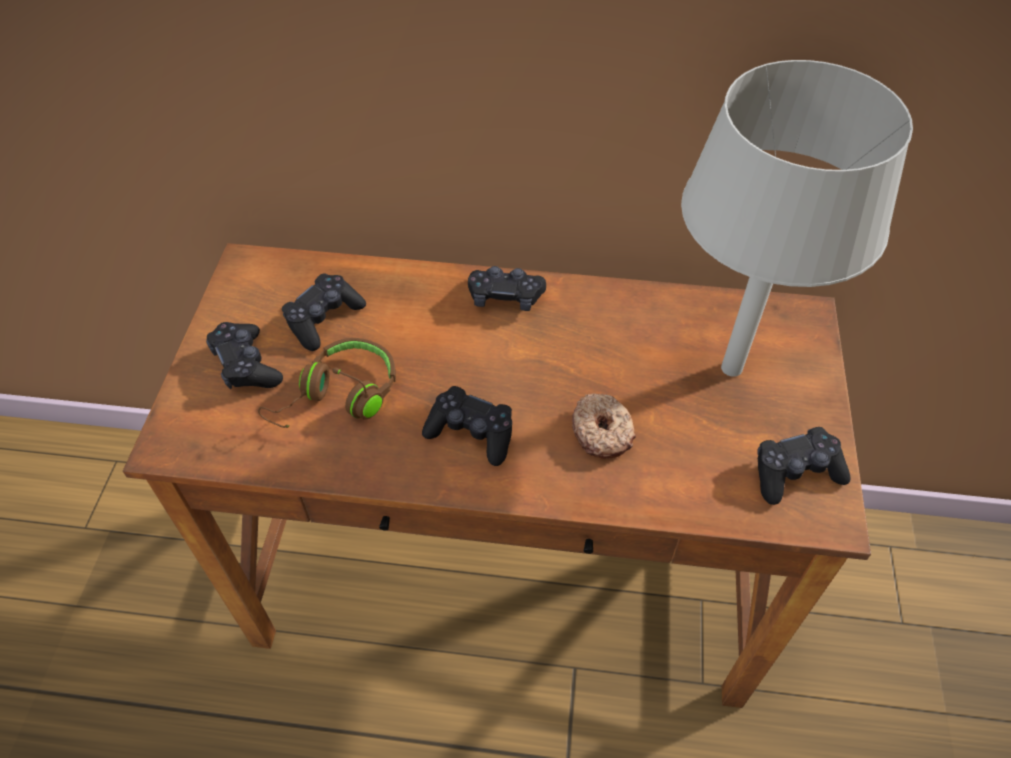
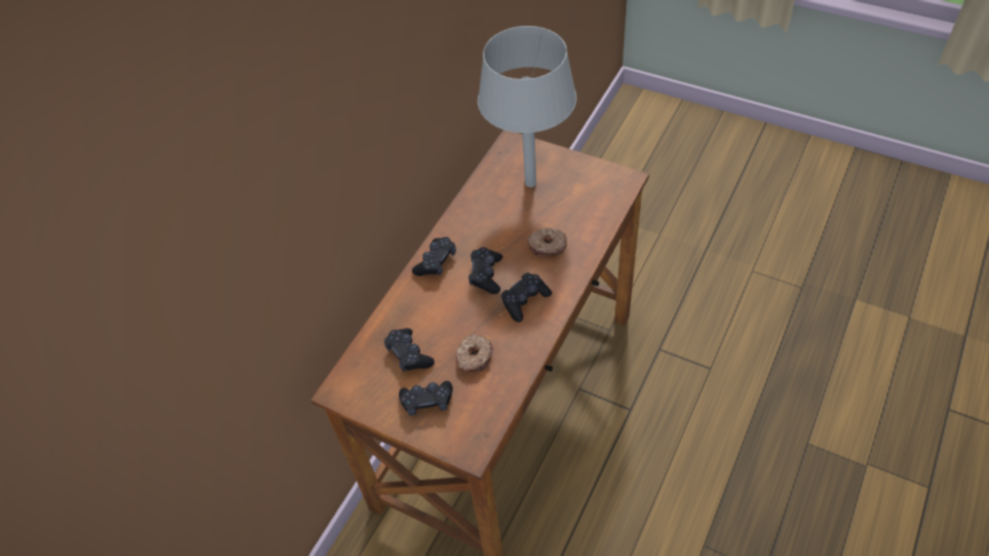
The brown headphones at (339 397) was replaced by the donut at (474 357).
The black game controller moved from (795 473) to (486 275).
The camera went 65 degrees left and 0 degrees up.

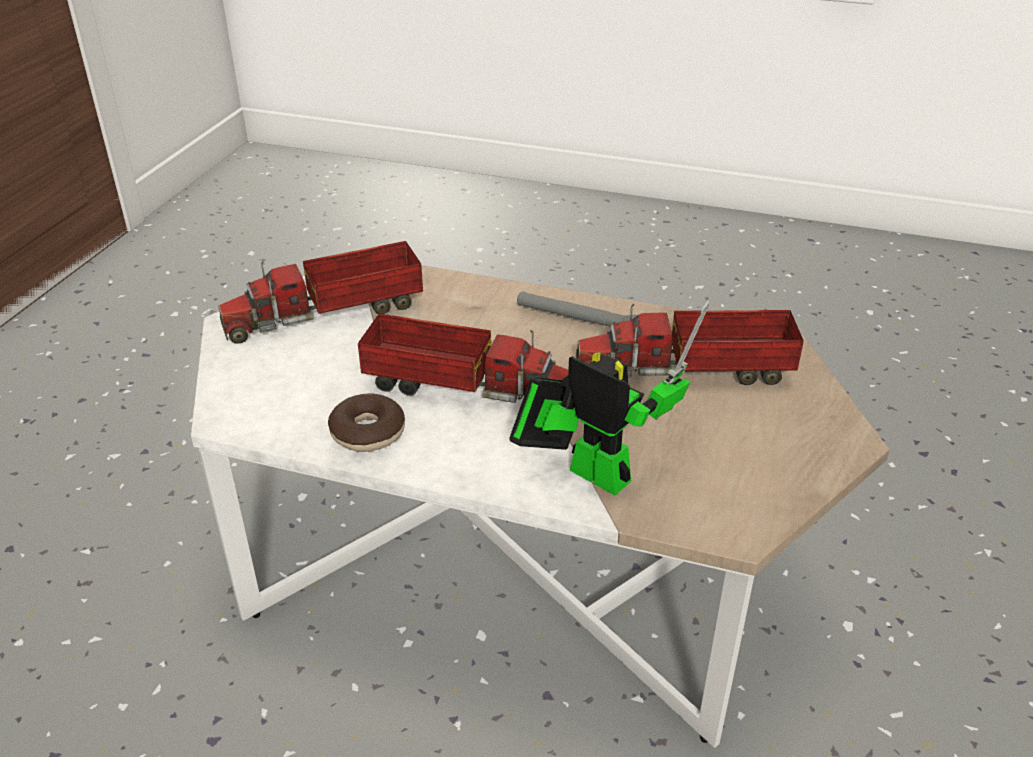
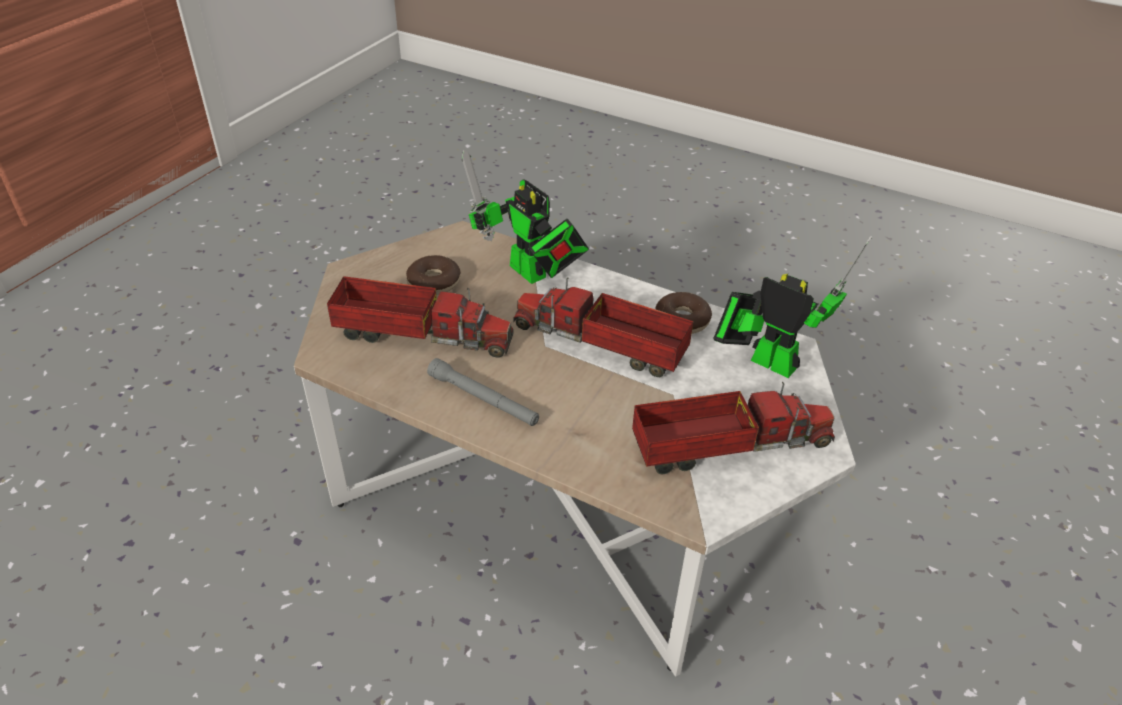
The donut at (434 283) appeared.
The toy robot at (767 360) appeared.
The camera went 170 degrees left and 5 degrees up.

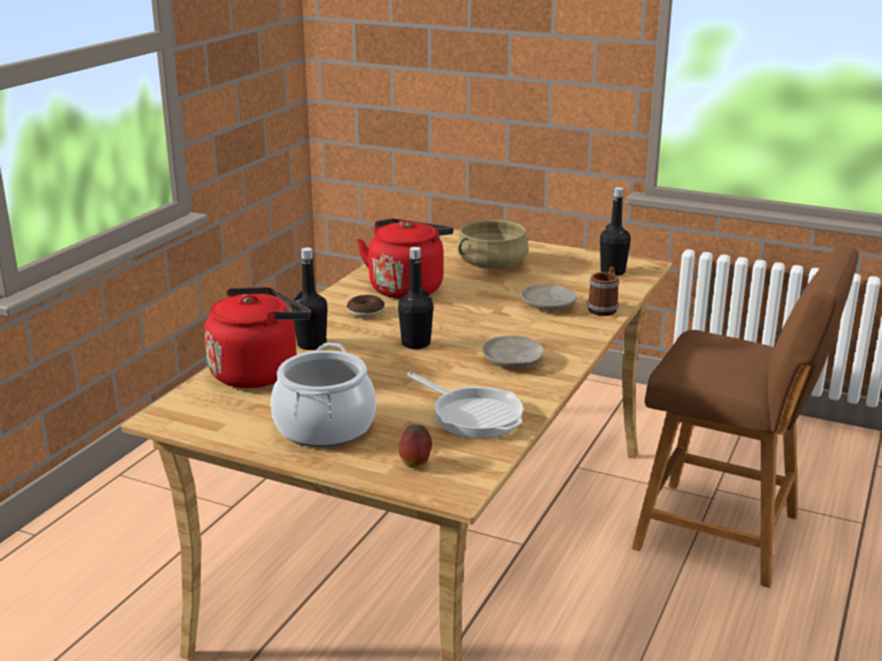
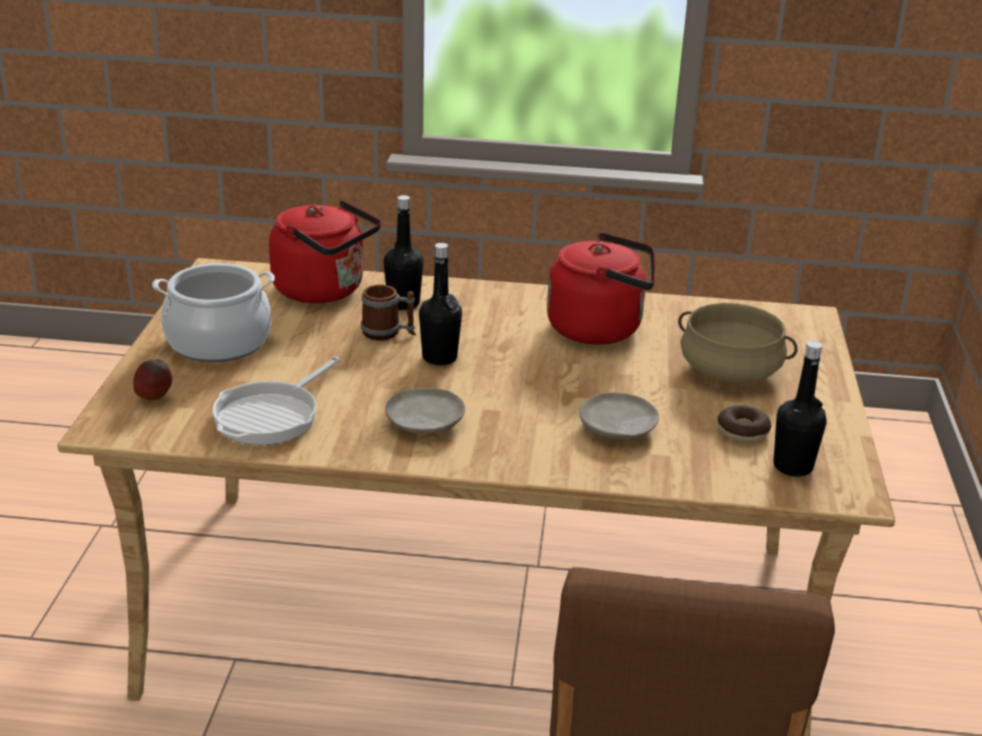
The donut moved from (365 312) to (742 431).
The mug moved from (604 308) to (388 333).
The camera went 70 degrees right and 5 degrees up.

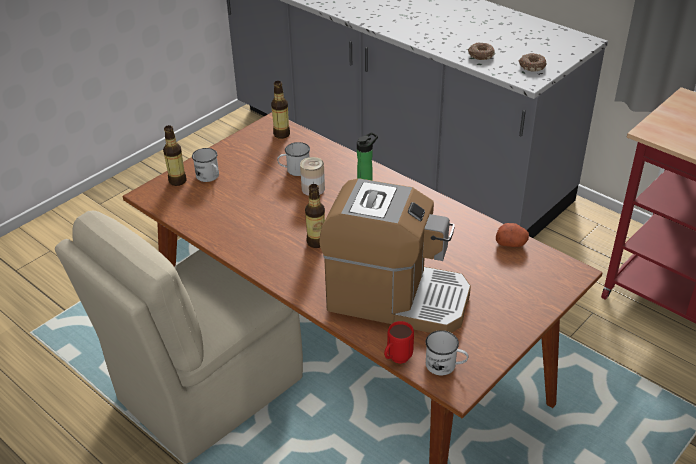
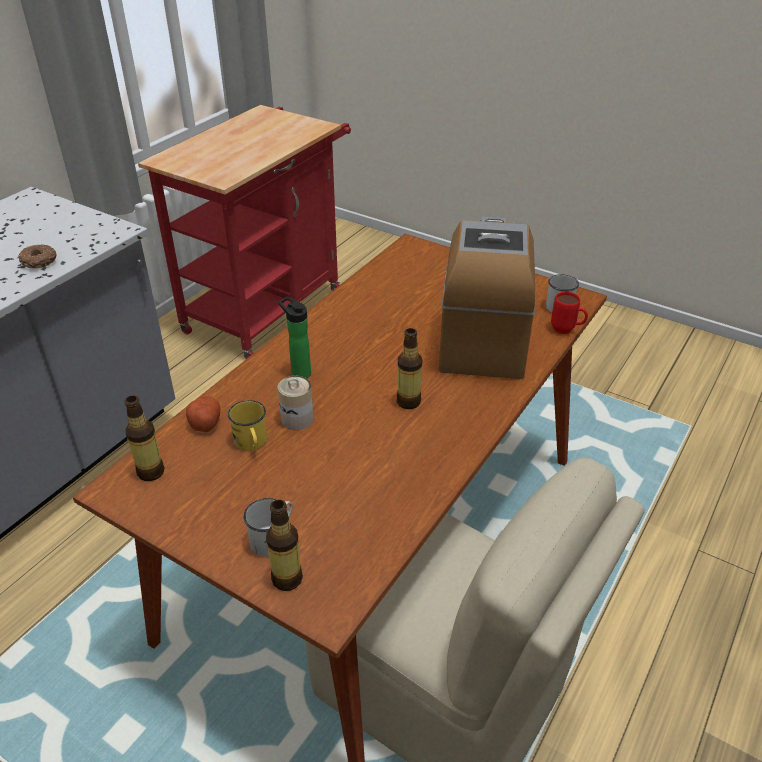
The white mug at (294 170) became the yellow mug at (252 443).
The potato moved from (511 243) to (205 422).
The donut at (531 66) disappeared.
The camera went 100 degrees left and 0 degrees up.

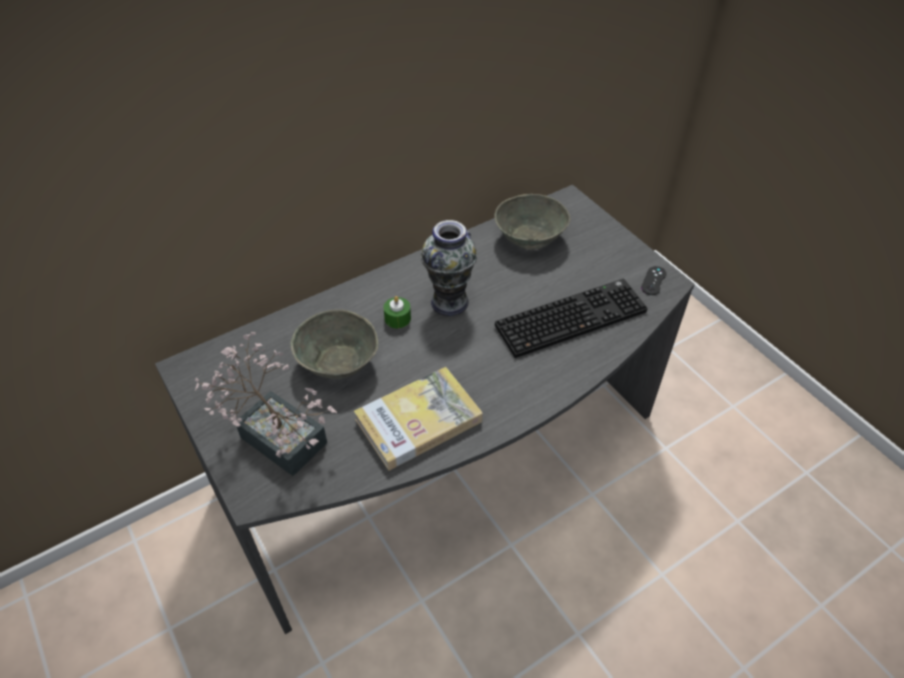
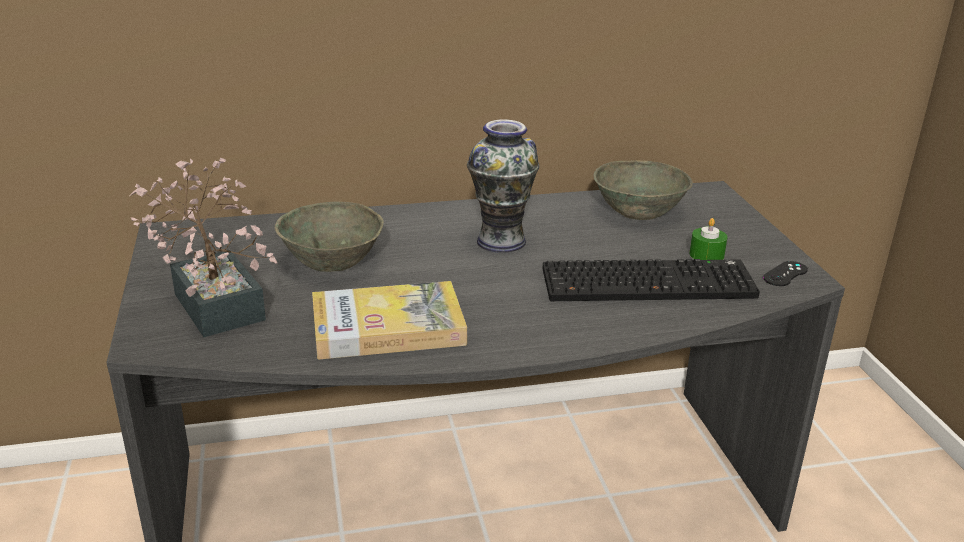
The green candle moved from (397 318) to (706 255).
The camera went 20 degrees right and 20 degrees down.

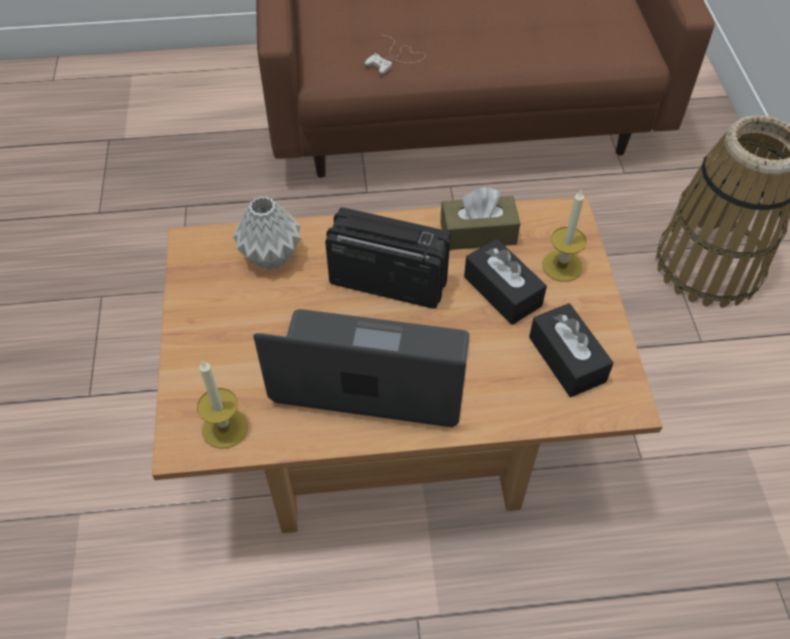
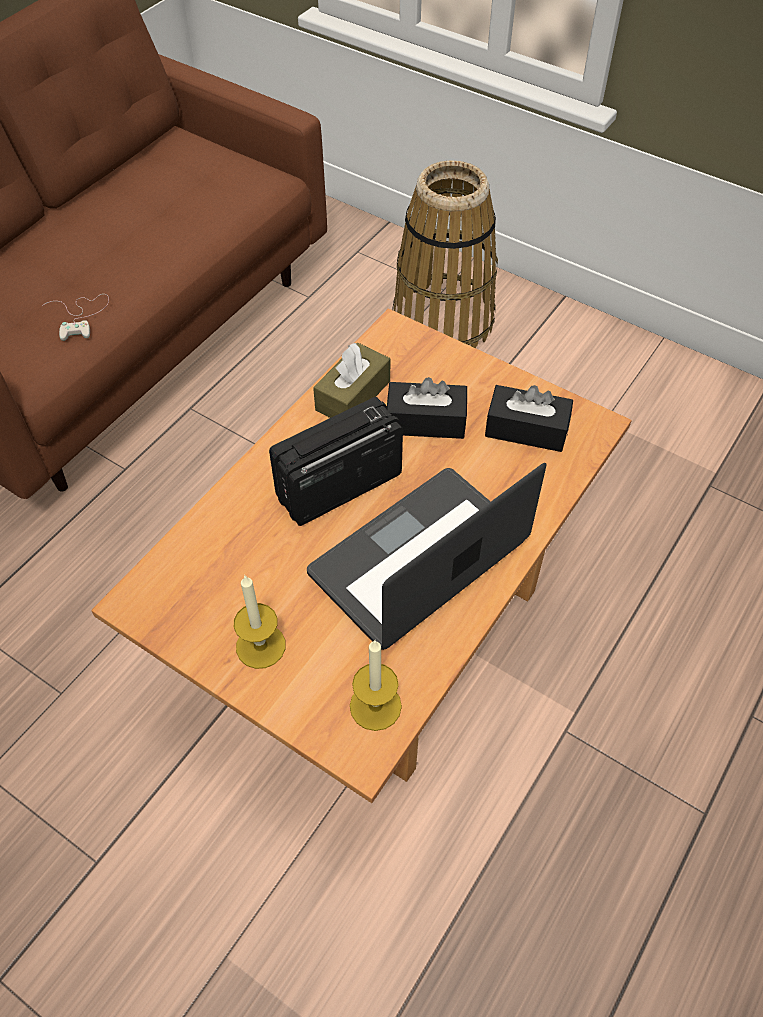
The grey vase at (272 256) disappeared.
The candle moved from (562 266) to (260 646).
The camera went 50 degrees left and 0 degrees up.

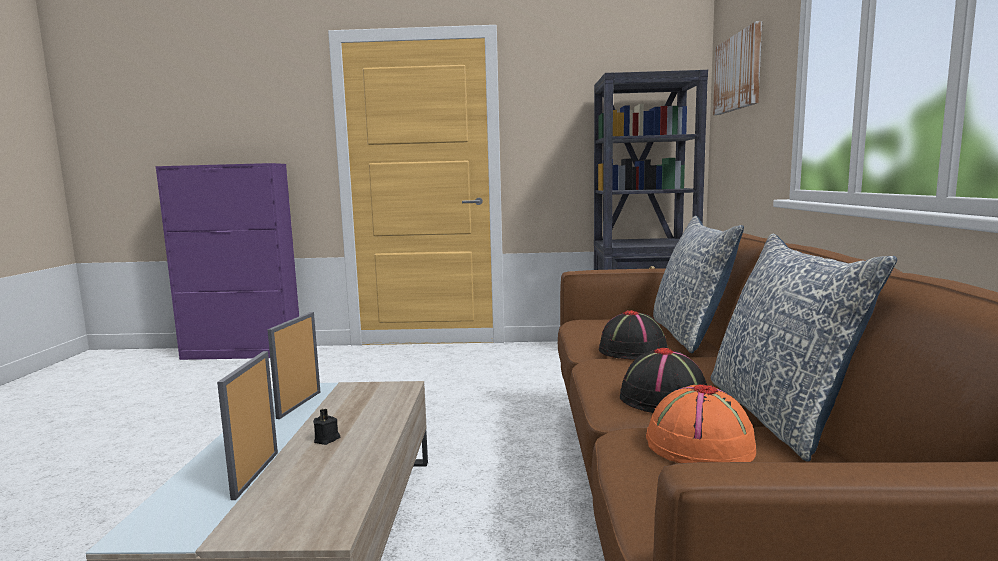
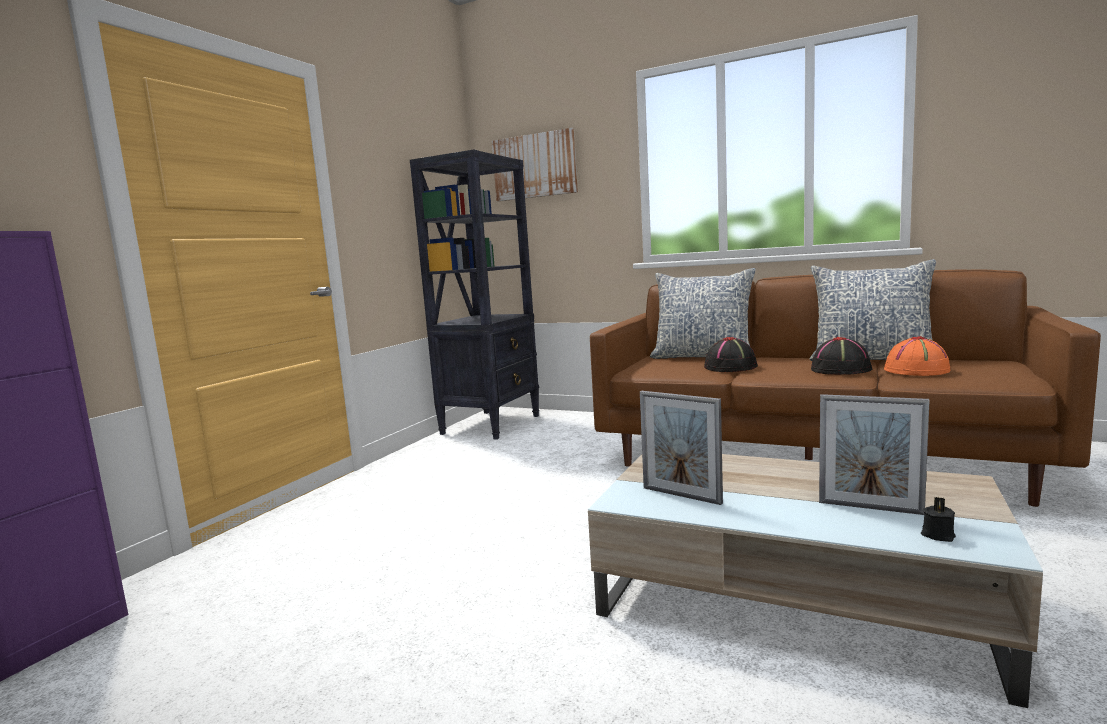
The black candle moved from (327 439) to (937 535).
The camera went 65 degrees left and 0 degrees up.

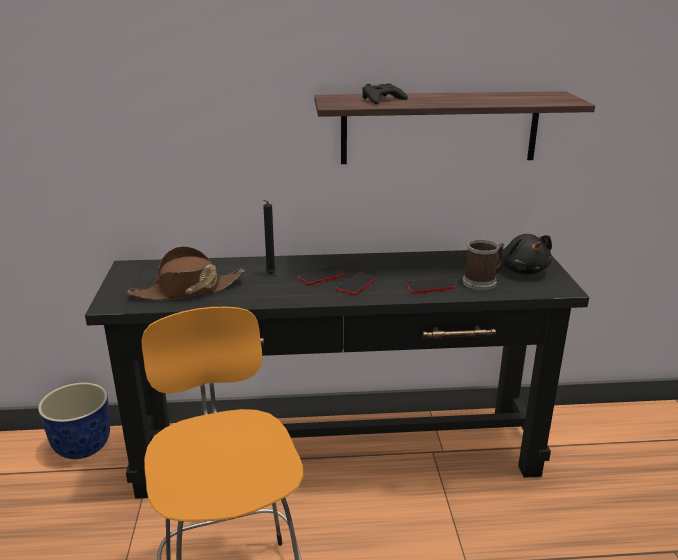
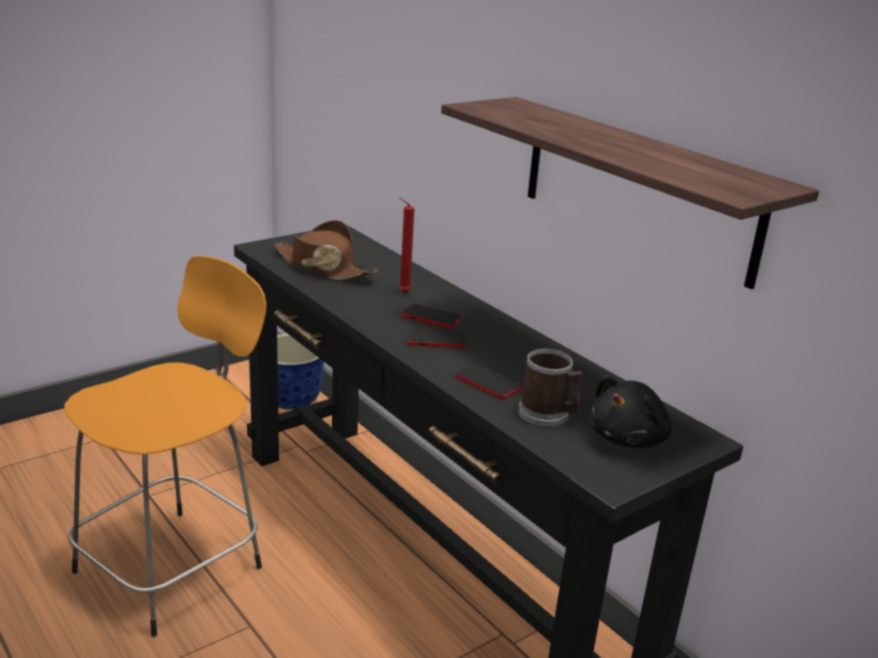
The black candle at (270 274) became the red candle at (402 292).
The black game controller at (382 99) disappeared.
The camera went 55 degrees right and 0 degrees up.

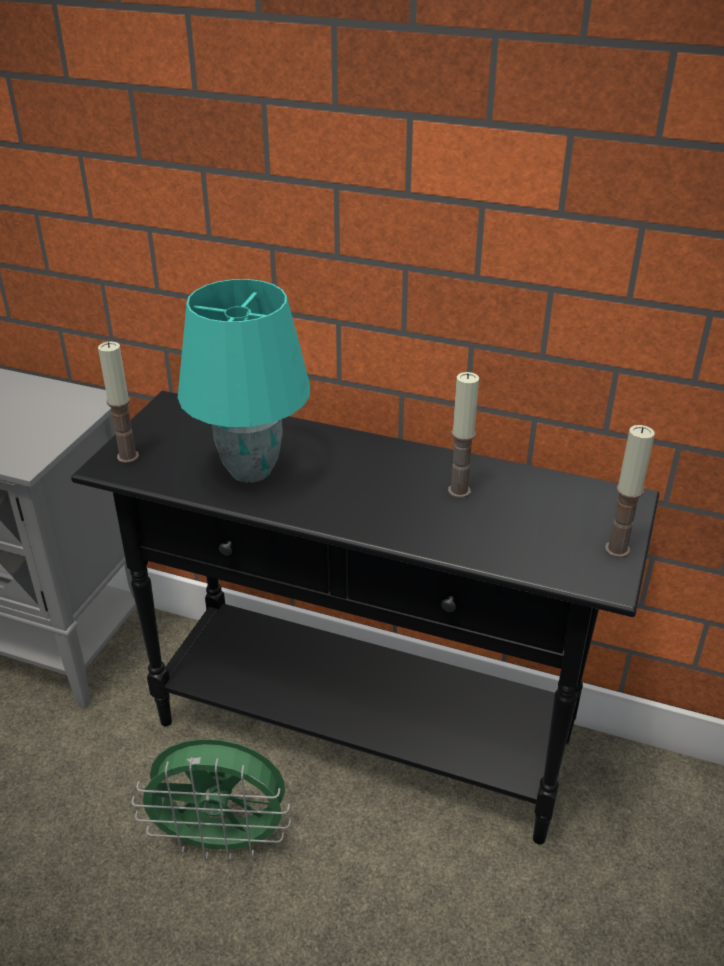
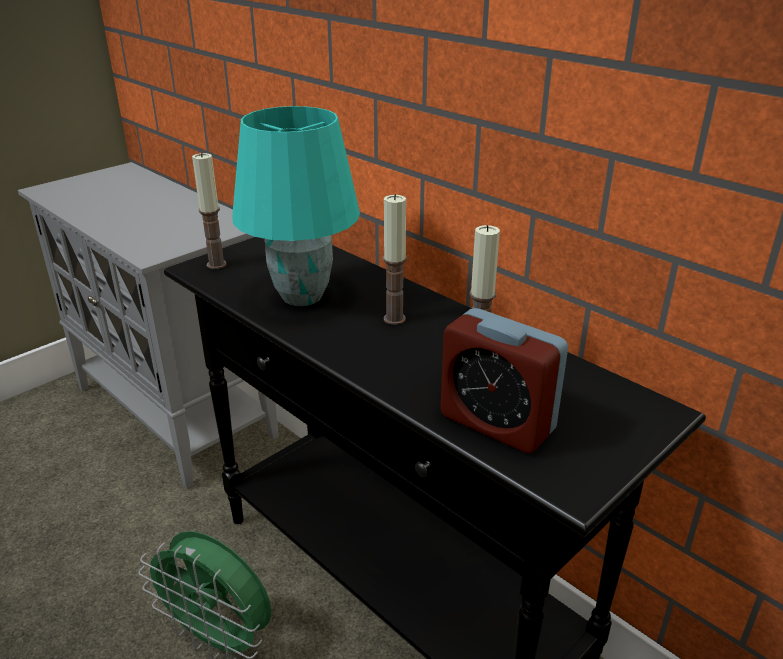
The candle moved from (617 549) to (394 319).
The alarm clock at (497 423) appeared.
The camera went 25 degrees right and 5 degrees down.

